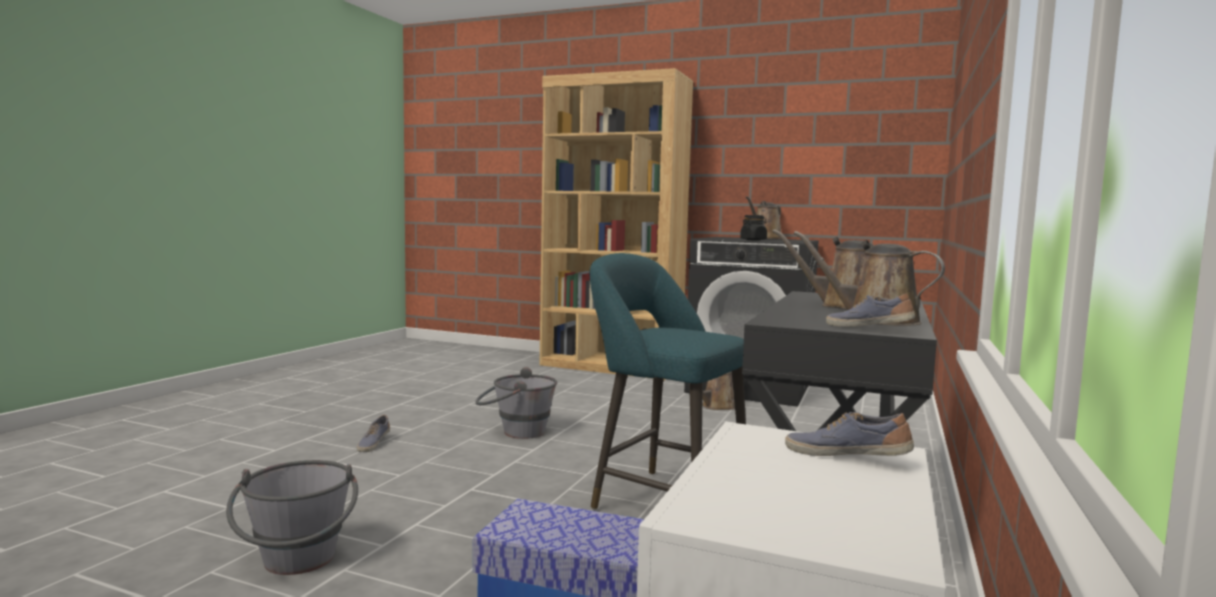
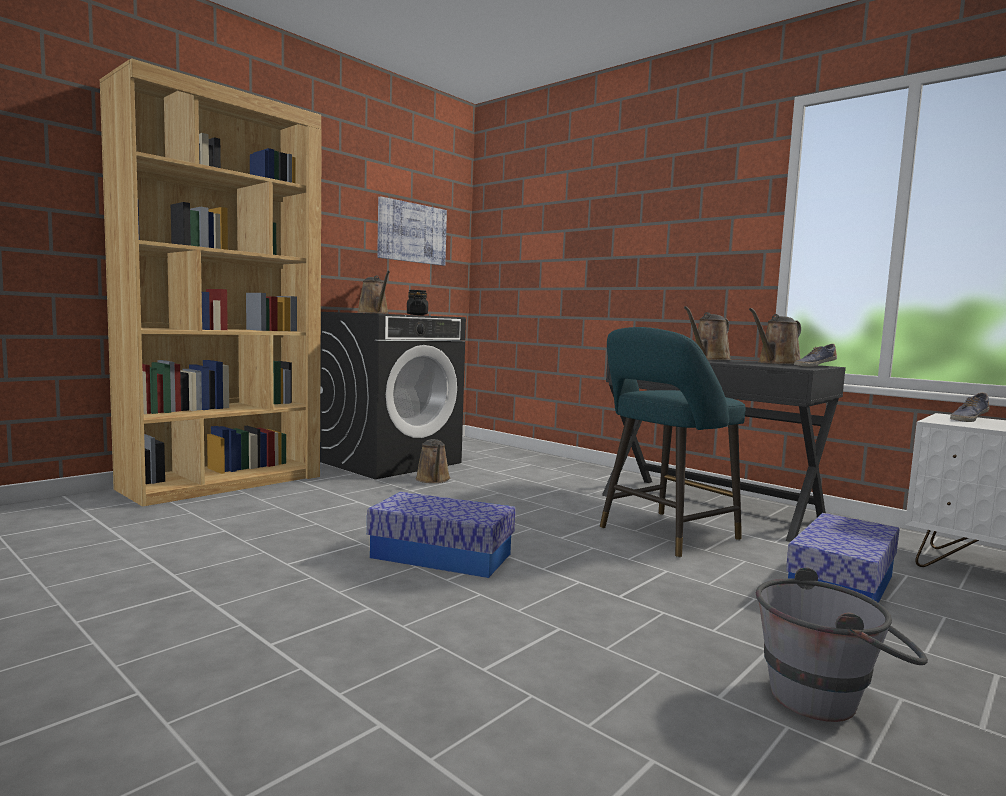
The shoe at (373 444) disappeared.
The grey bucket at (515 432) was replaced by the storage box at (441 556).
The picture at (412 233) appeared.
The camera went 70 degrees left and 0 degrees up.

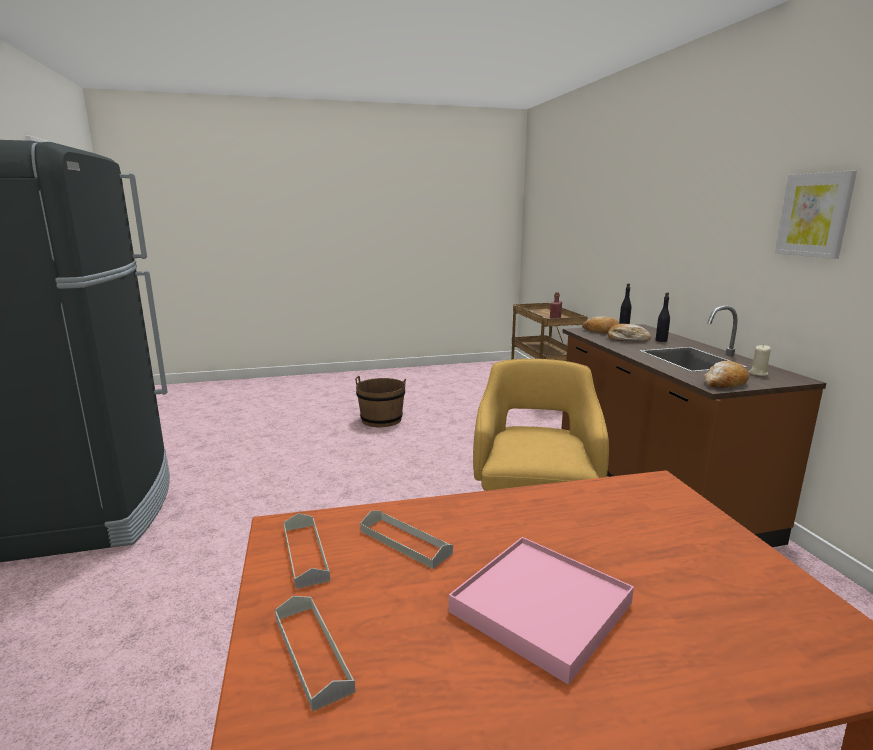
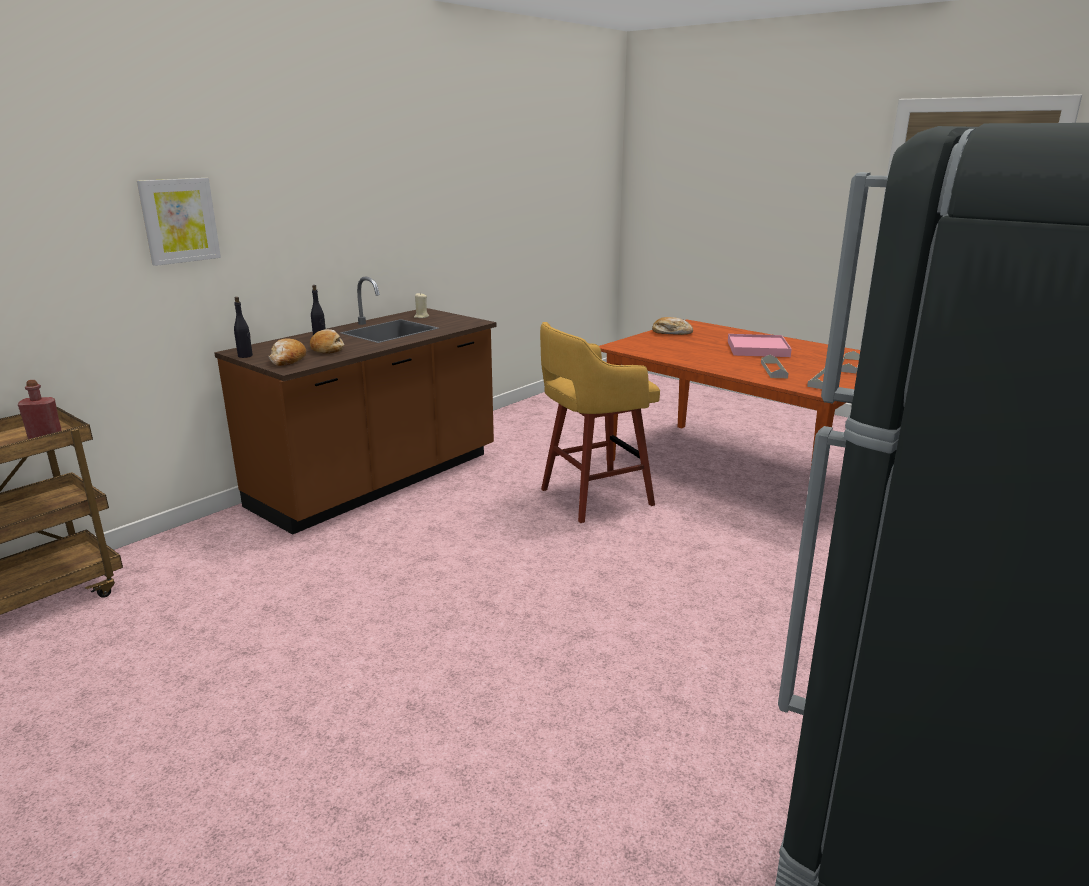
The brown bucket at (381 420) disappeared.
The bread moved from (724 383) to (671 332).
The picture moved from (814 215) to (179 220).
The camera went 125 degrees left and 5 degrees up.

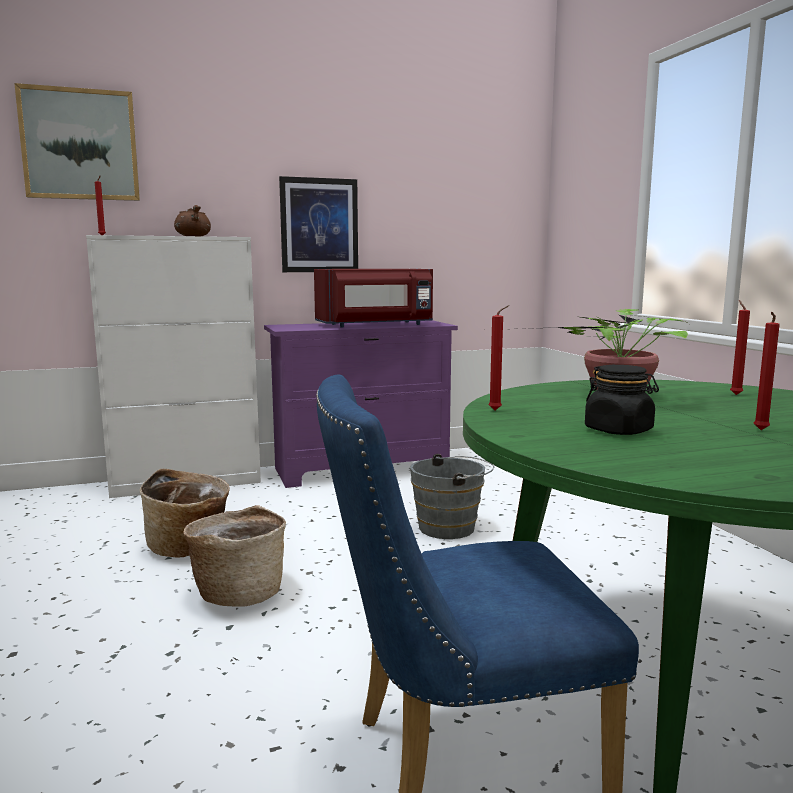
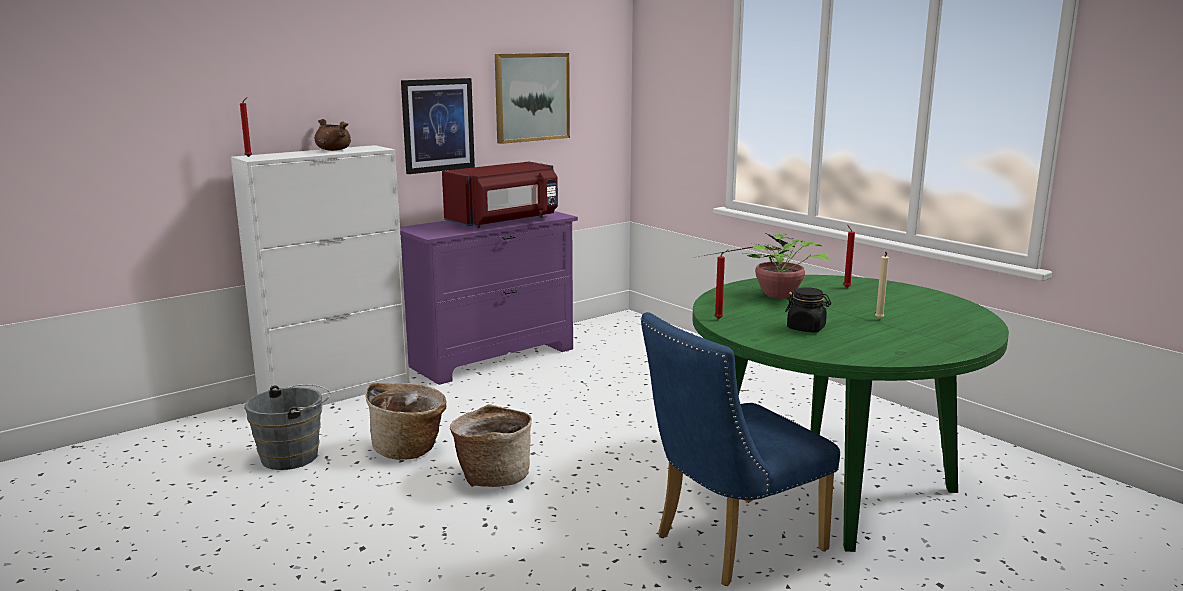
The picture moved from (80 145) to (531 97).
The grey bucket moved from (451 528) to (294 456).
The red candle at (760 430) became the beige candle at (879 319).
The camera went 20 degrees left and 5 degrees up.

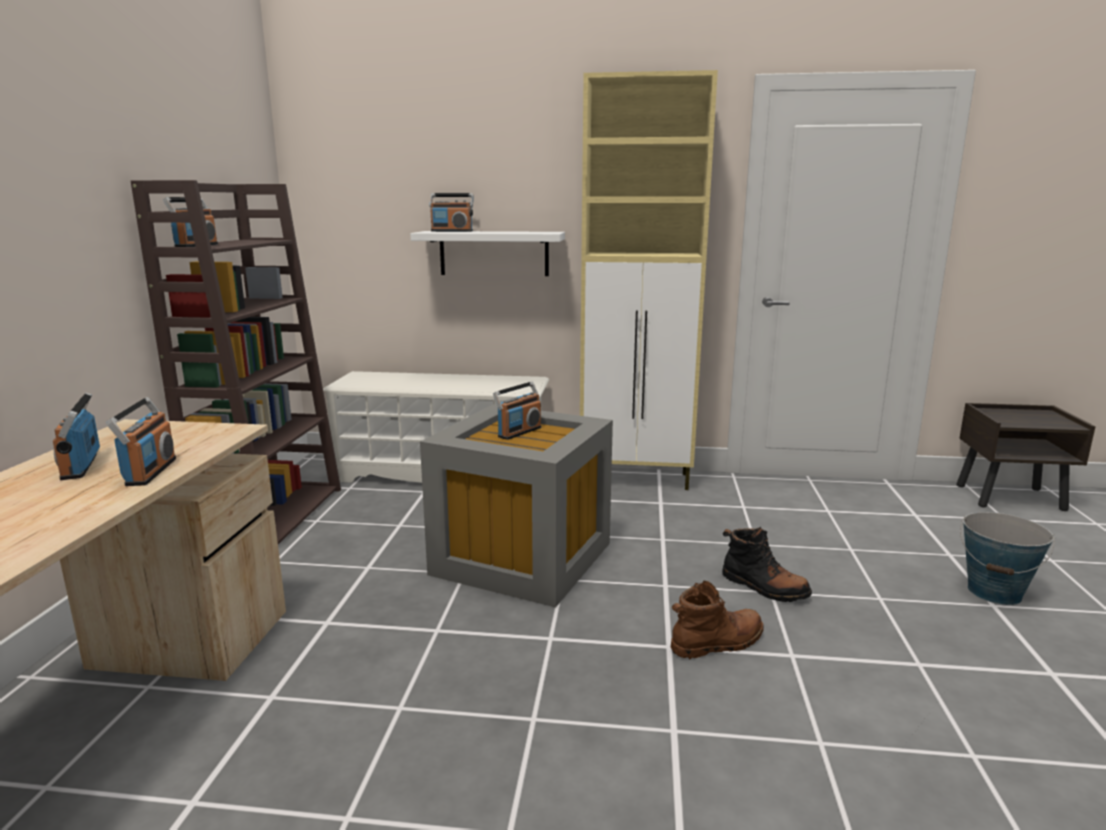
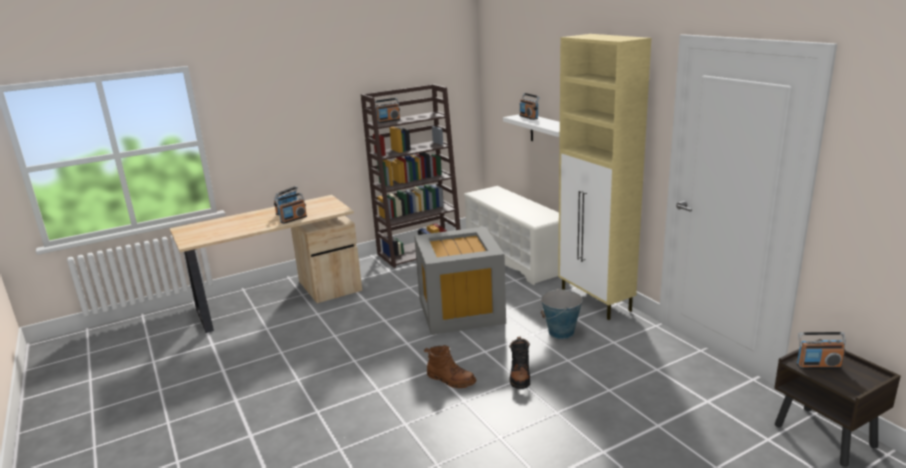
The radio moved from (519 432) to (818 366).
The bucket moved from (995 592) to (561 332).
The camera went 55 degrees right and 5 degrees up.

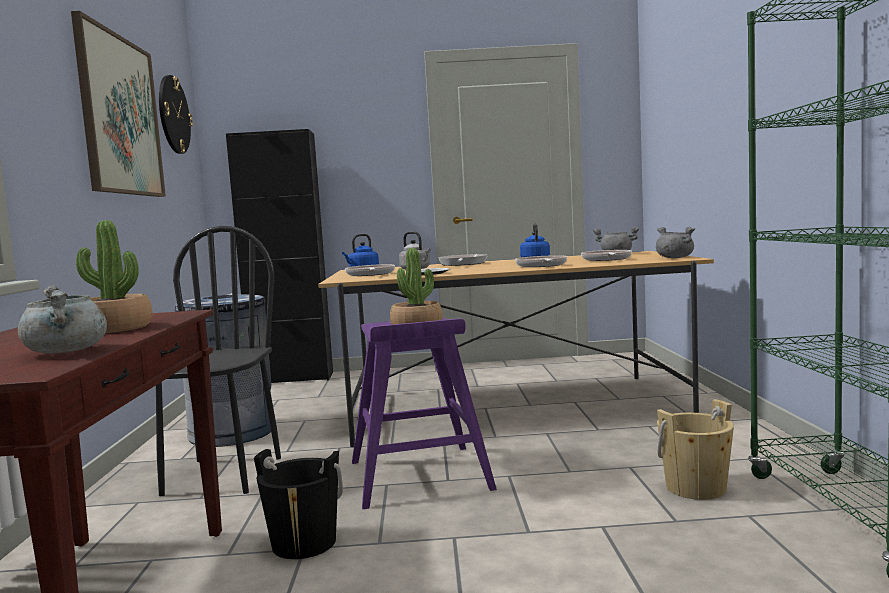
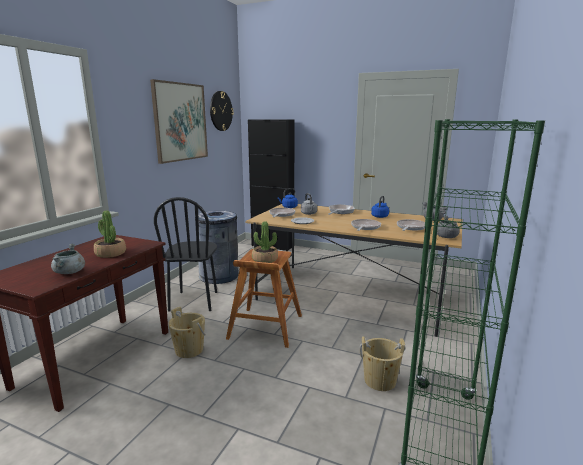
The black chair at (222 476) turned 150 degrees clockwise.
The black bucket at (304 543) became the beige bucket at (189 350).
The purple stool at (419 476) became the brown stool at (265 327).
The camera went 25 degrees right and 10 degrees up.

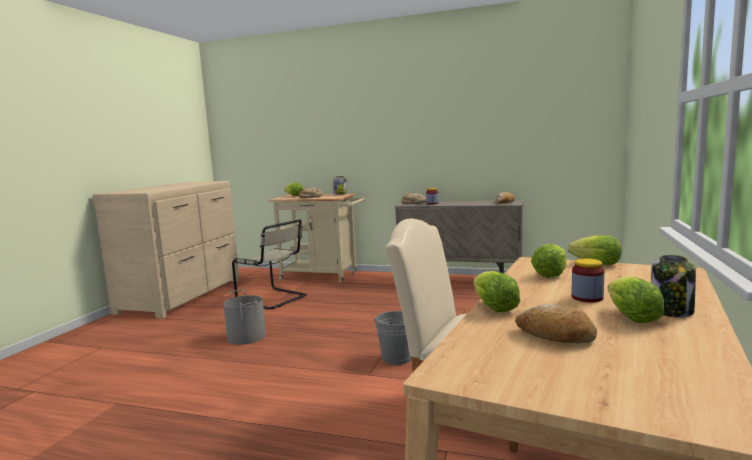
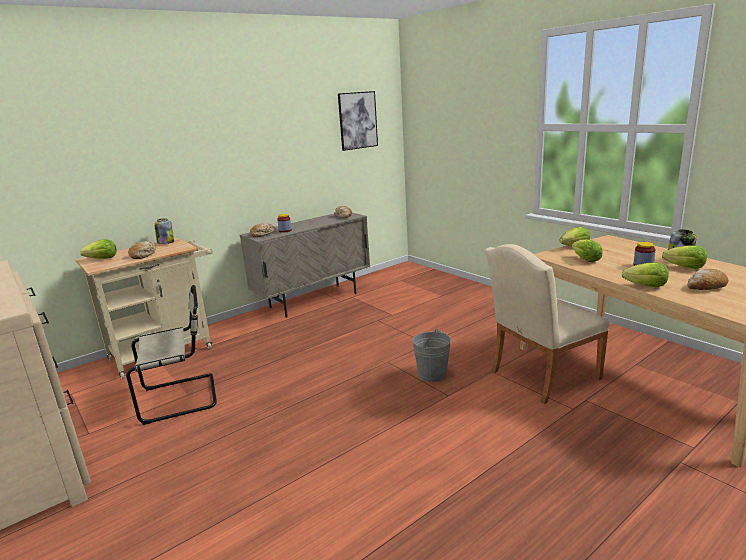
The grey bucket at (247 336) disappeared.
The picture at (357 120) appeared.
The camera went 55 degrees left and 10 degrees up.

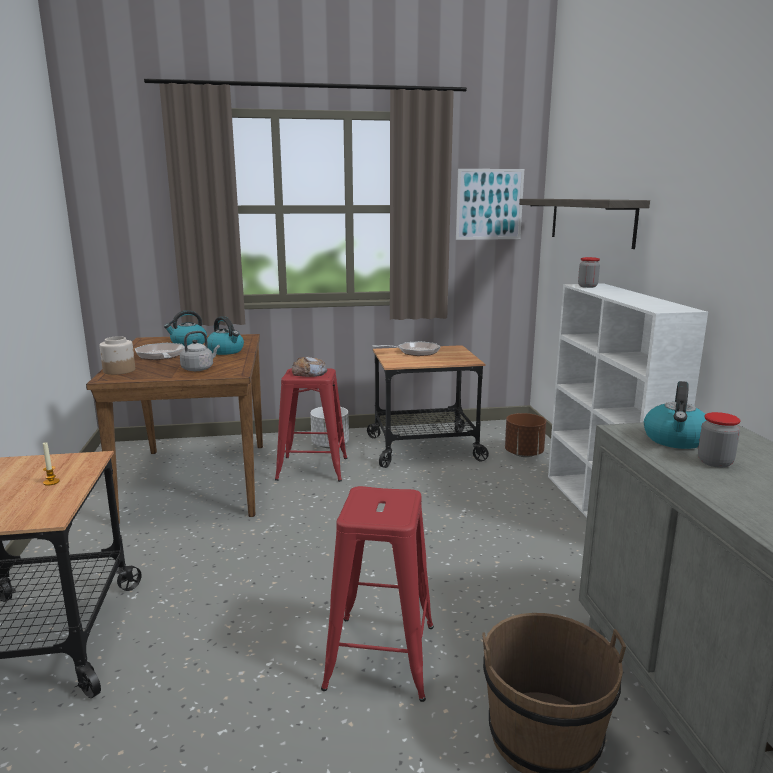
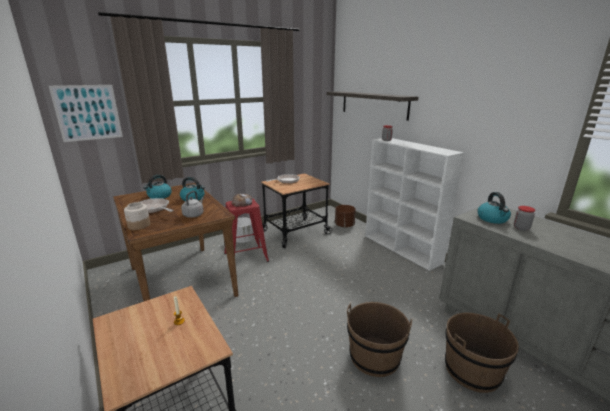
The red stool at (381 656) was replaced by the brown bucket at (374 357).
The picture moved from (489 204) to (88 113).
The camera went 25 degrees left and 5 degrees up.

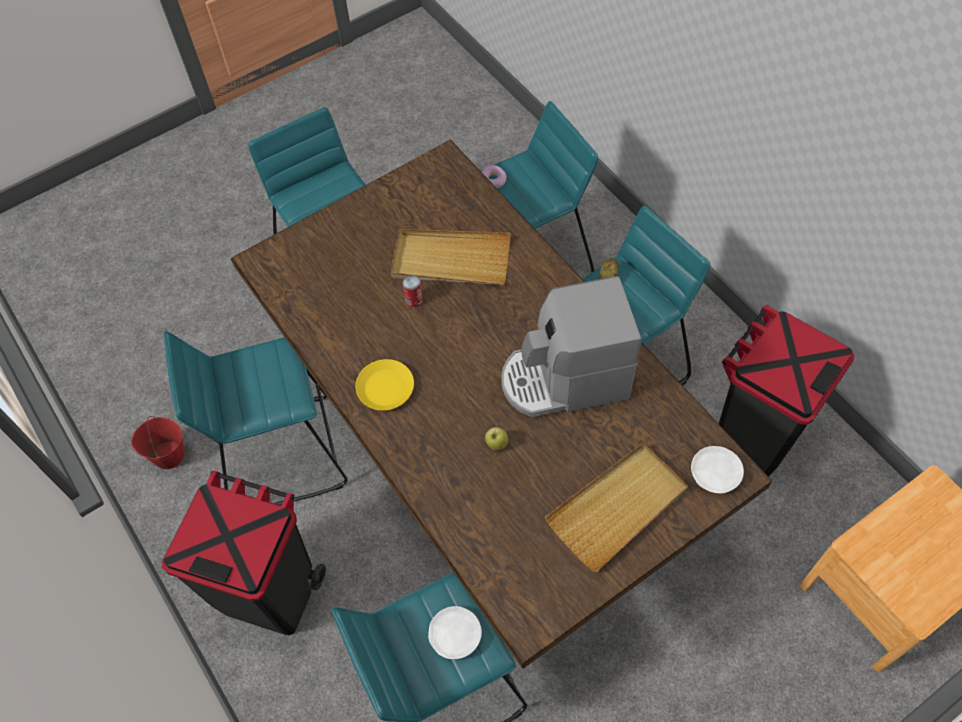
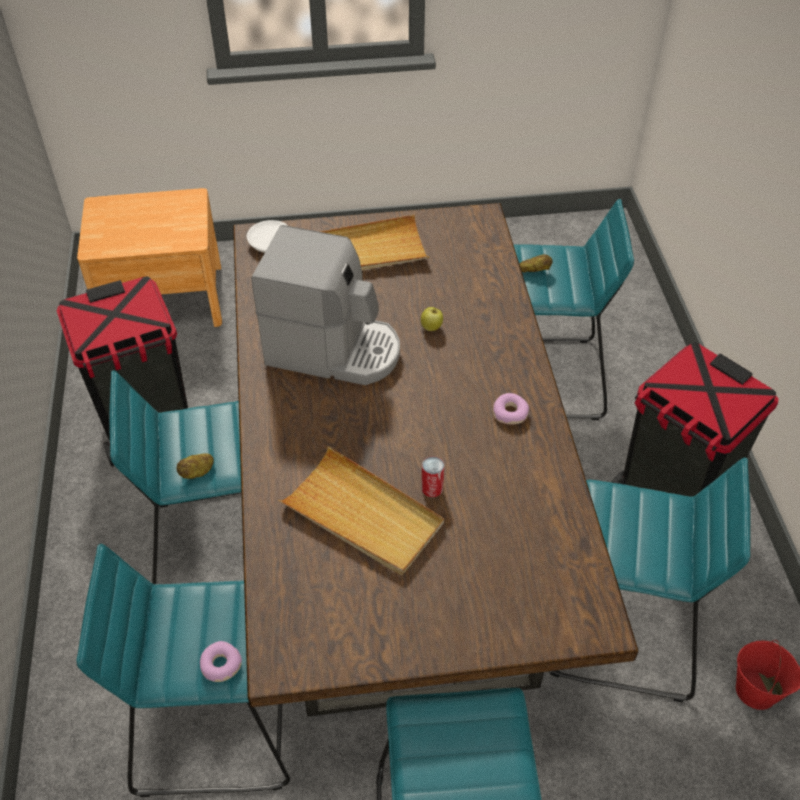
The yellow plate at (385 388) was replaced by the donut at (510 413).
The white plate at (454 635) was replaced by the potato at (534 271).
The camera went 155 degrees left and 10 degrees down.

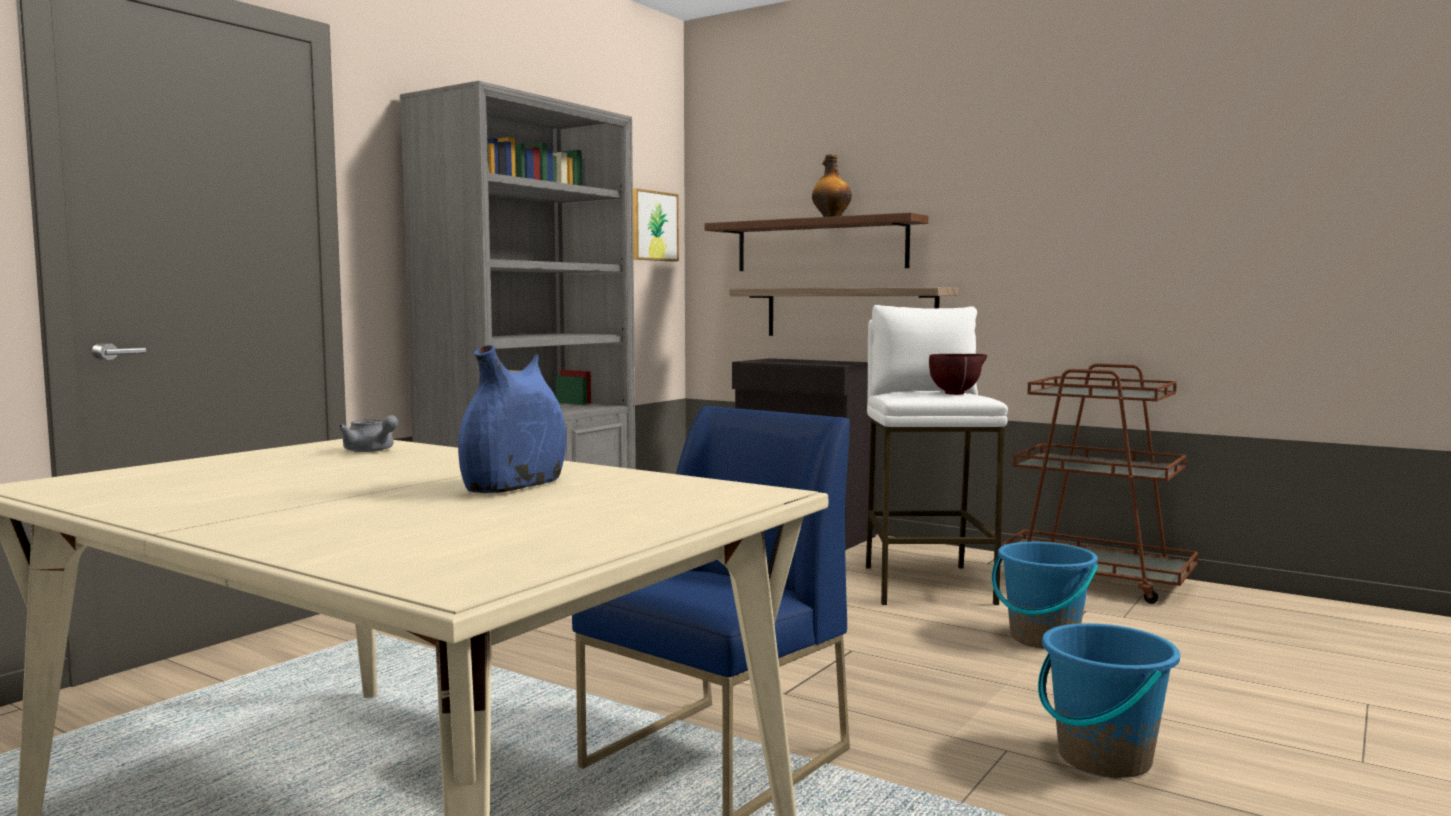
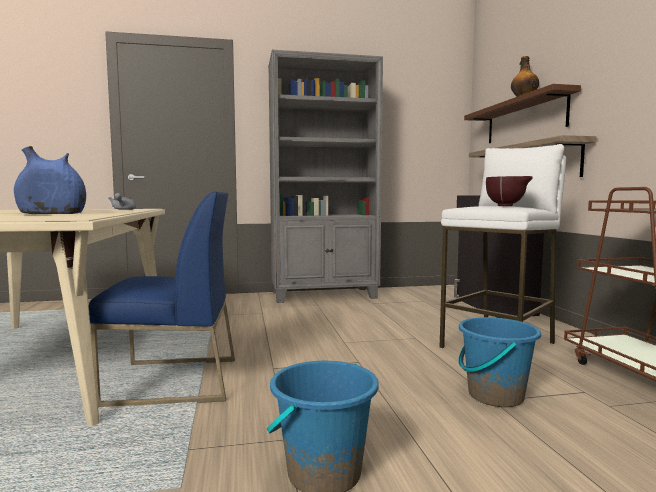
The picture at (651 226) disappeared.
The camera went 45 degrees right and 0 degrees up.

